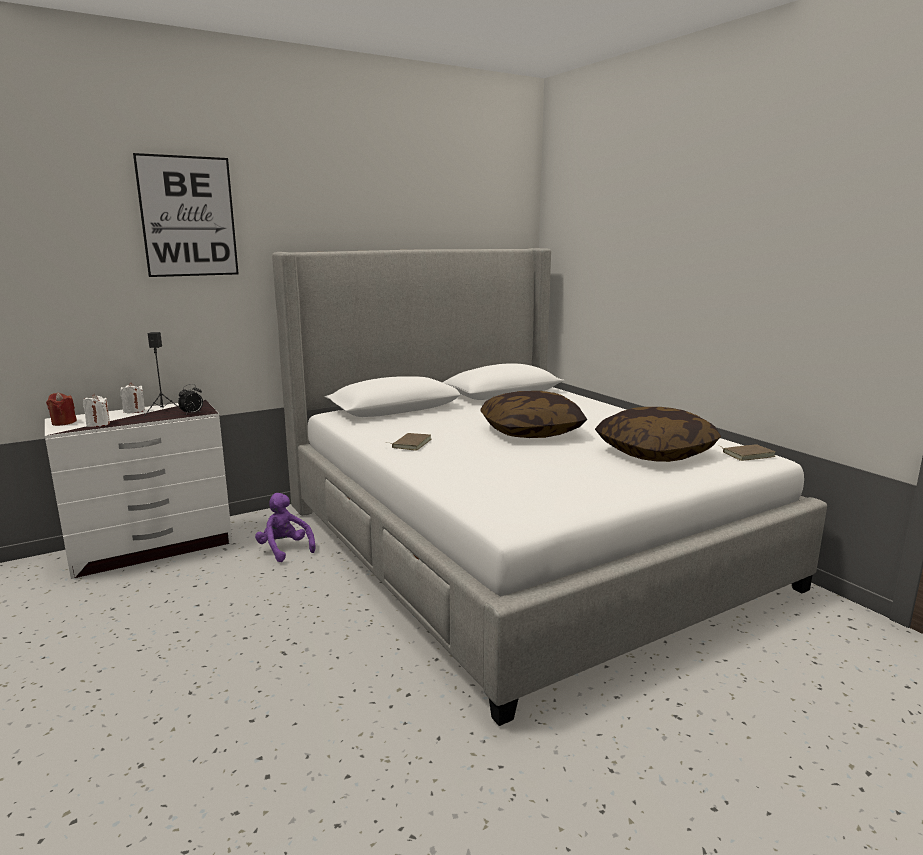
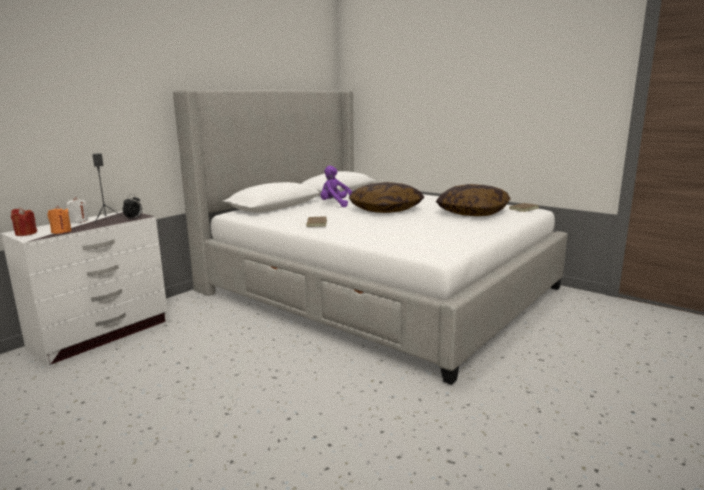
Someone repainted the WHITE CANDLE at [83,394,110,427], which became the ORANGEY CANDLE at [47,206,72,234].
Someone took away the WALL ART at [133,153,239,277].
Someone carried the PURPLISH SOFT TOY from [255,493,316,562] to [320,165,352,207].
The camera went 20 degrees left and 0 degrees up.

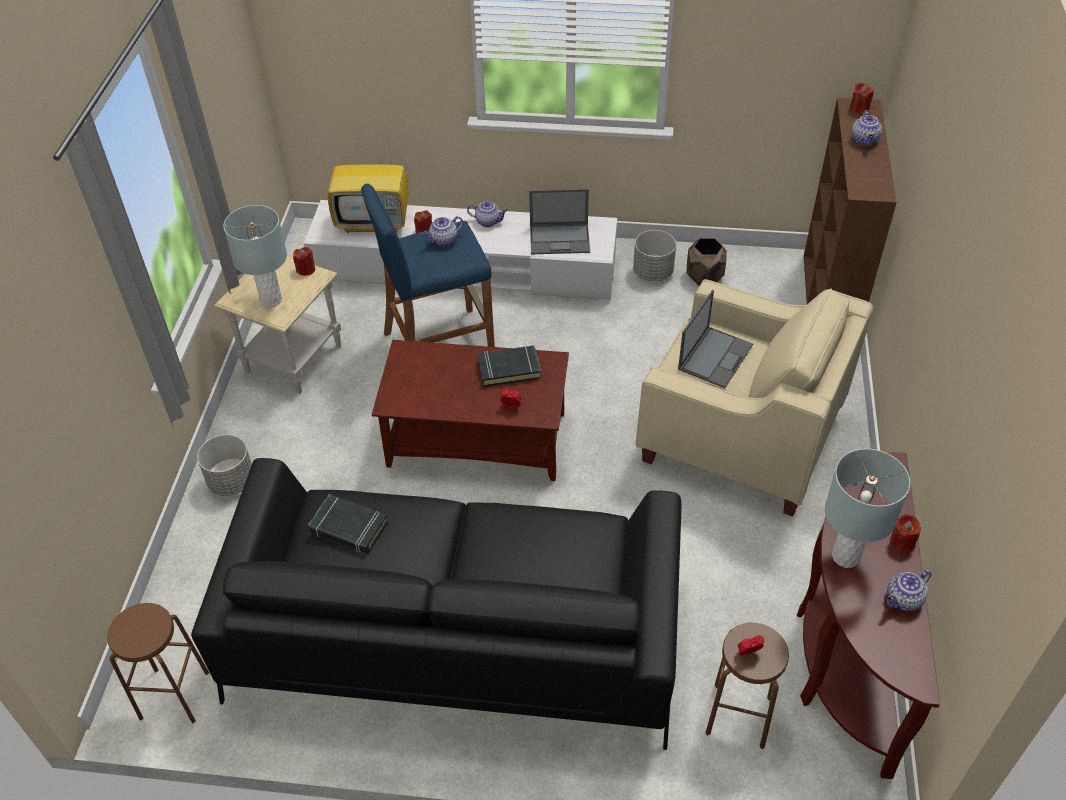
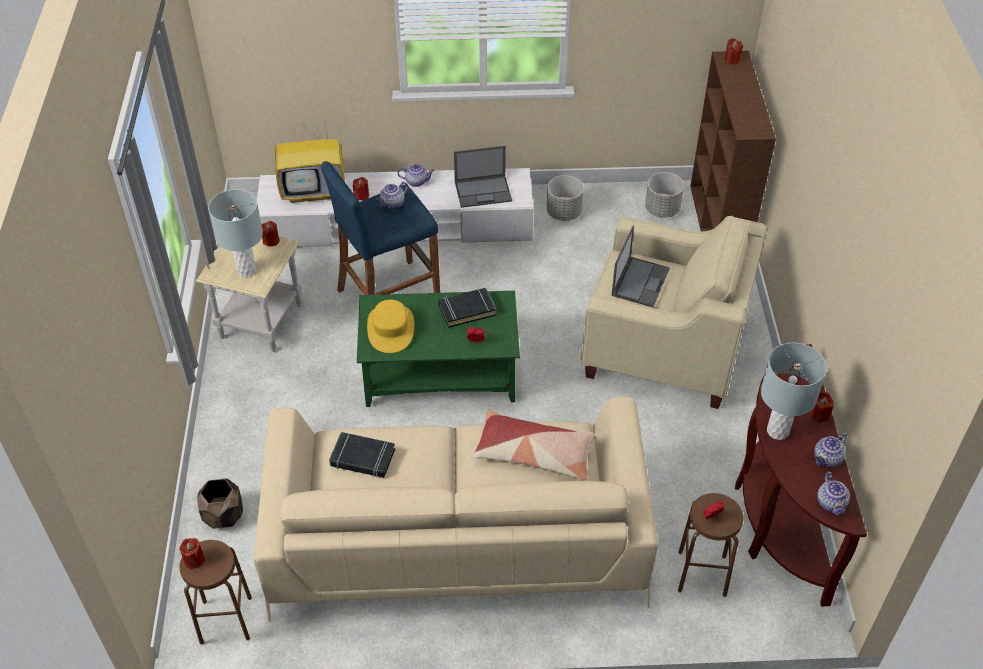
Someone repainted the BLACKISH SETTEE at [191,458,681,750], which became the SAND-COLOURED SETTEE at [254,397,658,622].
Someone carried the GREY FLOWER POT from [197,434,252,496] to [645,172,684,218].
Someone repainted the BROWNISH LOW TABLE at [371,340,569,481], which became the GREEN LOW TABLE at [357,291,520,407].
Someone carried the BROWNISH FLOWER POT from [687,238,727,286] to [197,479,243,529].
Someone carried the TEA POT from [852,110,882,146] to [817,472,850,516].
Someone put down the RED-COLOURED CANDLE at [179,538,205,569].
Someone put down the YELLOW-COLOURED WEARABLE HAT at [367,299,414,353].
Someone put down the PILLOW at [473,410,595,480].
The camera went 10 degrees left and 0 degrees up.

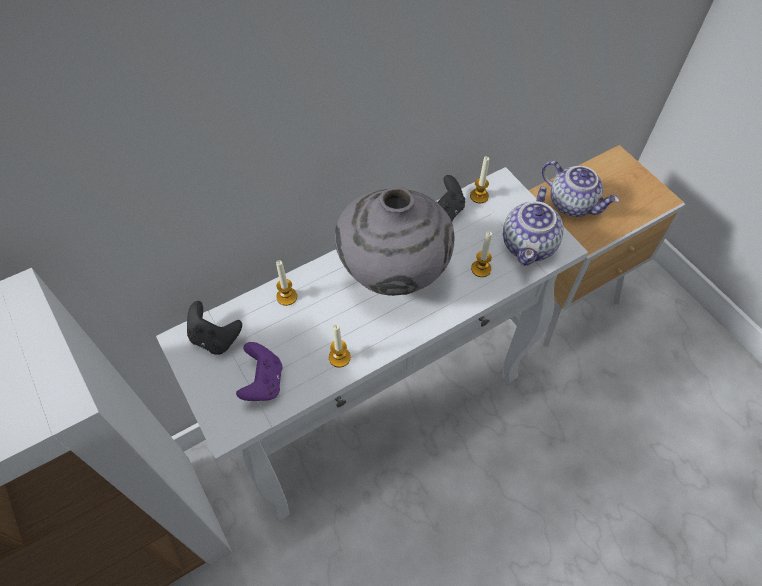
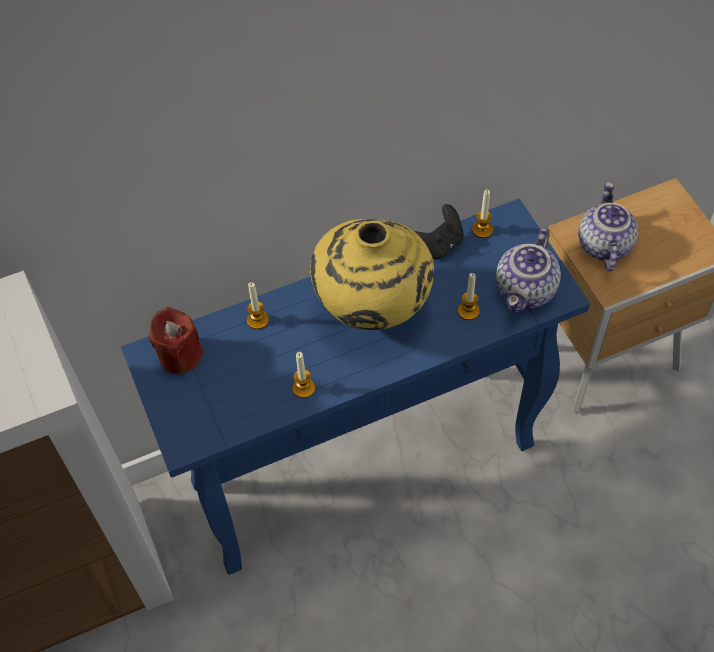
Someone repainted the WHITE HALL TABLE at [156,167,588,521], which became the BLUE-COLOURED HALL TABLE at [121,199,590,575].
Someone swapped the BLACKISH GAMEPAD at [187,301,242,355] for the RED-COLOURED CANDLE at [149,307,203,374].
Someone took away the PURPLISH GAMEPAD at [236,342,283,401].
Someone repainted the GREY FLOWER VASE at [335,187,454,296], which became the YELLOW-COLOURED FLOWER VASE at [310,219,434,330].
Someone rotated the TEA POT at [541,161,619,217] by 135 degrees counterclockwise.
The camera went 10 degrees right and 0 degrees up.

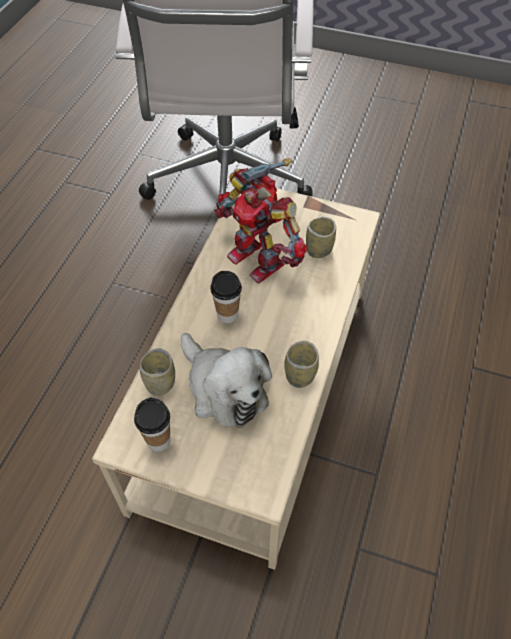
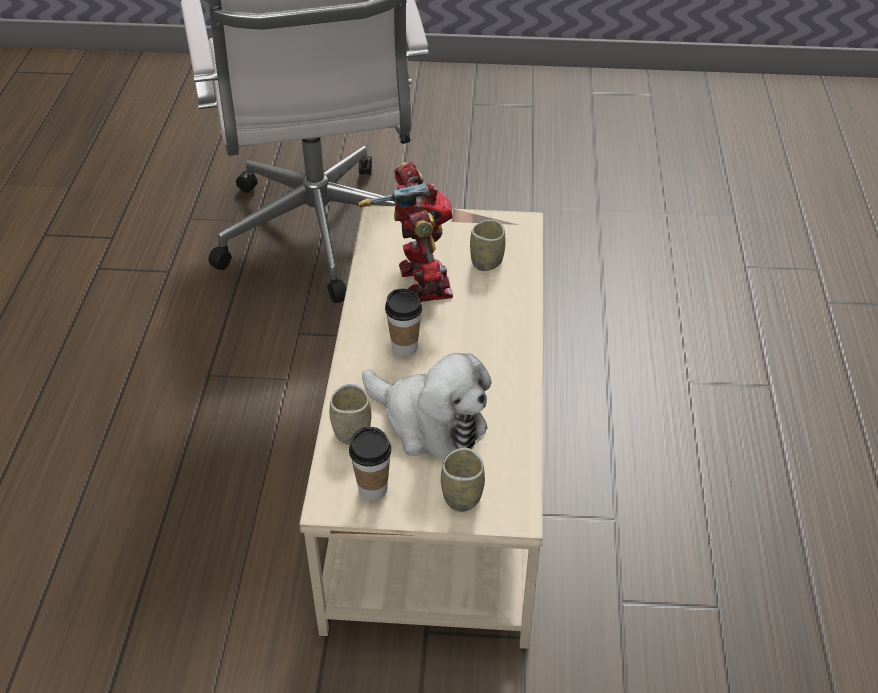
Someone rotated the MODEL ROBOT at [214,158,307,283] by 135 degrees counterclockwise.
Someone carried the DRINKING CUP from [284,341,319,388] to [441,448,485,512].
The camera went 15 degrees left and 10 degrees down.

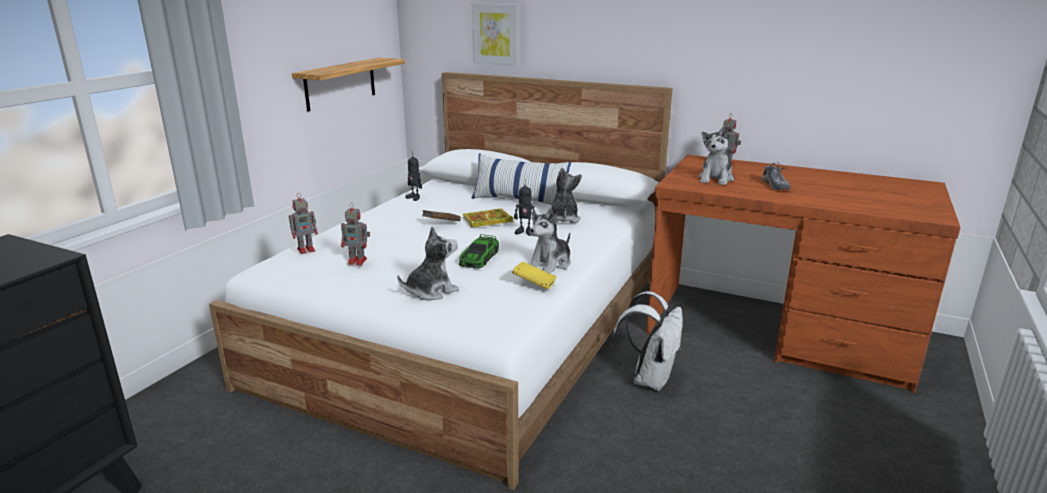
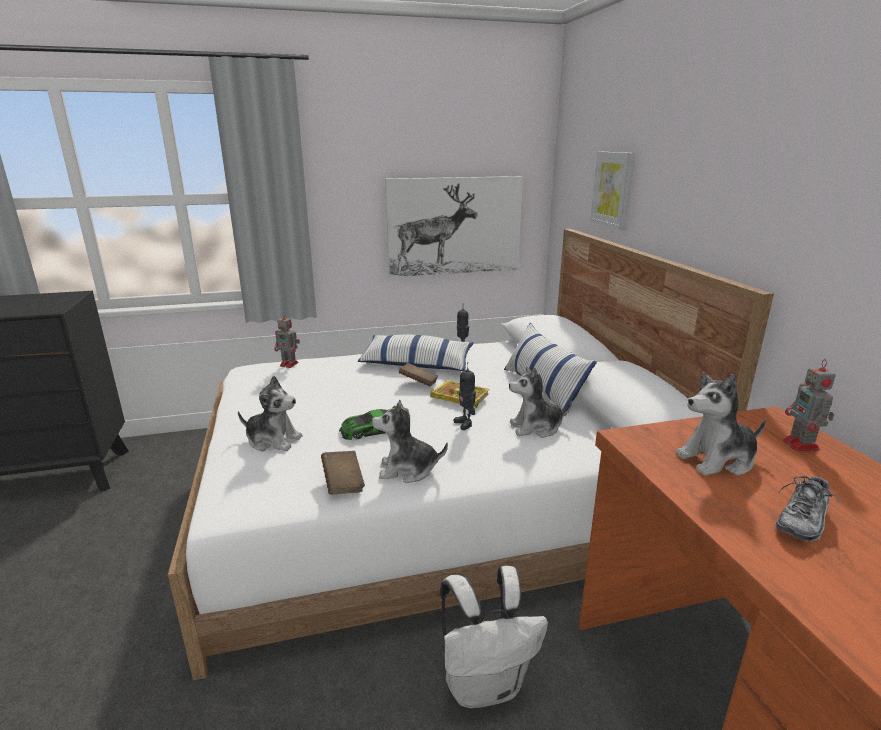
Someone swapped the WALL SHELF at [292,58,405,112] for the WALL ART at [385,176,523,277].
Someone took away the MODEL ROBOT at [341,203,370,265].
Someone repainted the YELLOW-COLOURED BOUND BOOK at [512,261,557,290], which became the BROWNISH BOUND BOOK at [321,451,365,494].
Someone rotated the SOFT TOY at [551,168,582,223] by 150 degrees counterclockwise.
Someone put down the PILLOW at [358,334,474,371].
The camera went 50 degrees right and 0 degrees up.

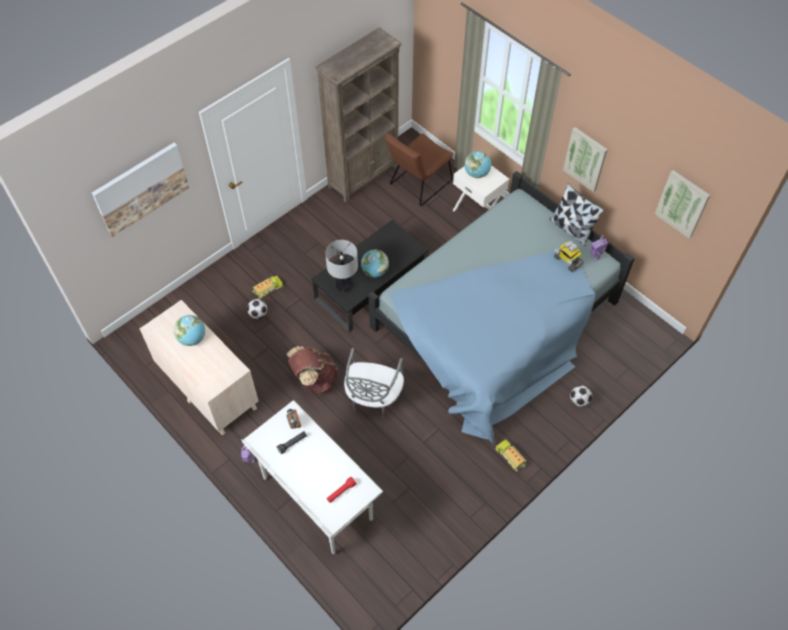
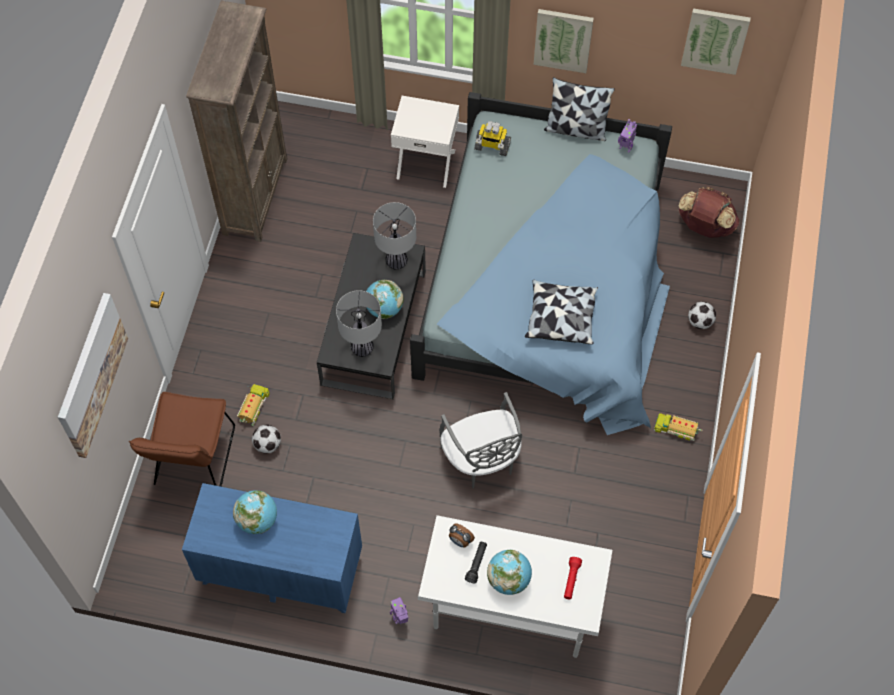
Someone repainted the SAND-COLOURED DRAWER CHEST at [140,300,258,435], which became the BLUE-COLOURED DRAWER CHEST at [182,483,362,613].
Someone carried the BROWNISH RUCKSACK from [286,346,338,394] to [679,186,740,238].
Someone carried the BROWNISH UPRIGHT CHAIR from [385,133,453,206] to [129,392,235,487].
Someone carried the GLOBE from [464,151,491,178] to [487,550,532,595].
Someone carried the MODEL ROBOT from [554,241,583,272] to [474,121,511,156].
Someone put down the LAMP FOR A TABLE at [373,202,416,270].
Someone put down the PILLOW at [525,280,598,345].
The camera went 35 degrees left and 5 degrees up.

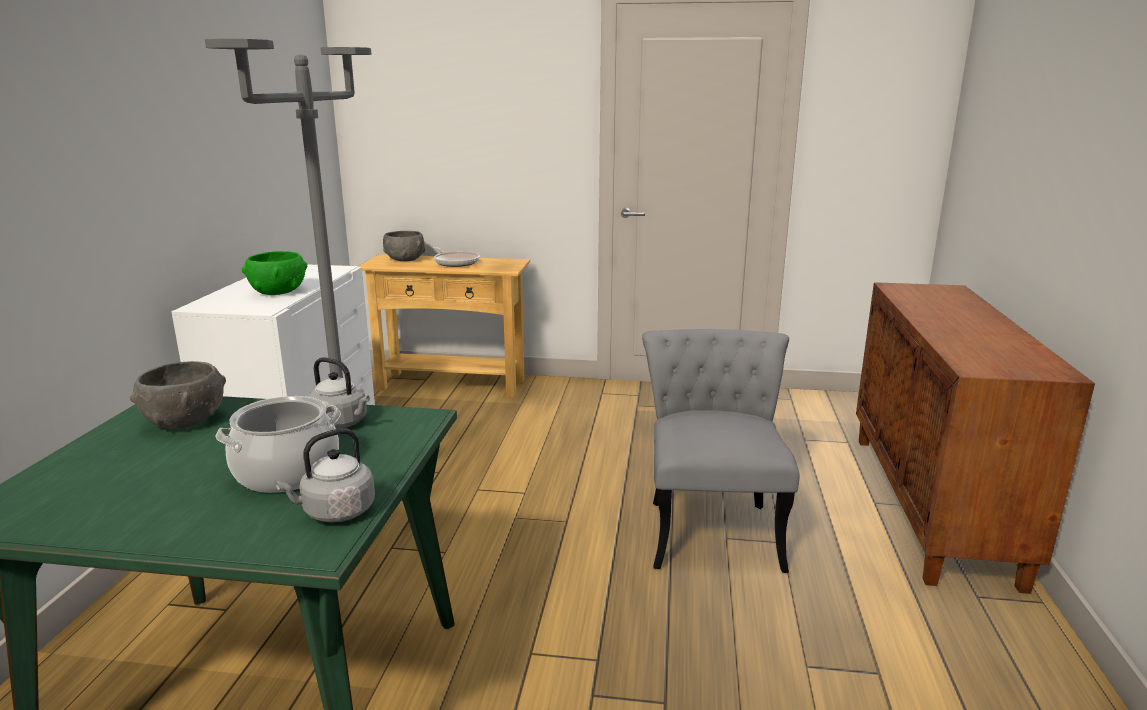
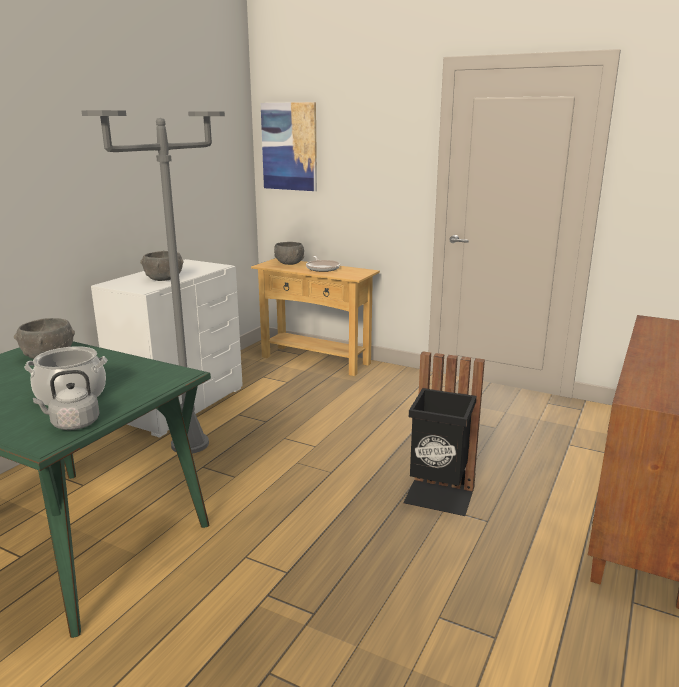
Someone repainted the GREEN SERVING BOWL at [242,251,307,295], which became the GREY SERVING BOWL at [140,251,184,281].
Someone took away the GREY TEA KETTLE at [308,357,370,429].
Someone swapped the GREY UPRIGHT CHAIR at [642,329,800,573] for the BLACKISH WASTE BIN at [403,351,485,516].
Someone put up the WALL ART at [261,102,317,191].
The camera went 20 degrees right and 0 degrees up.

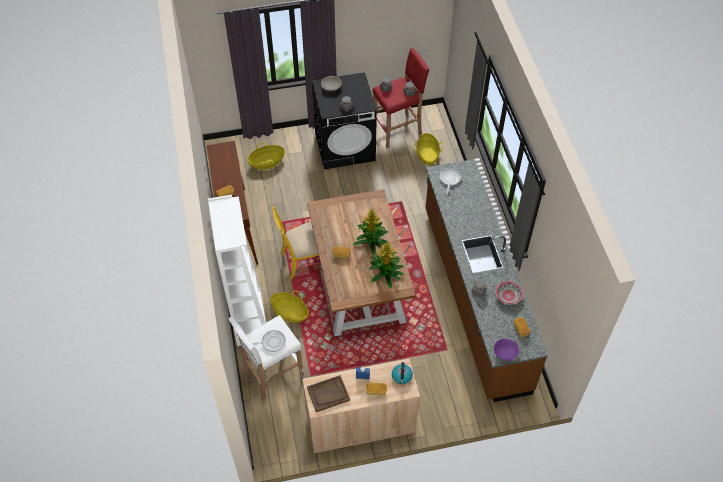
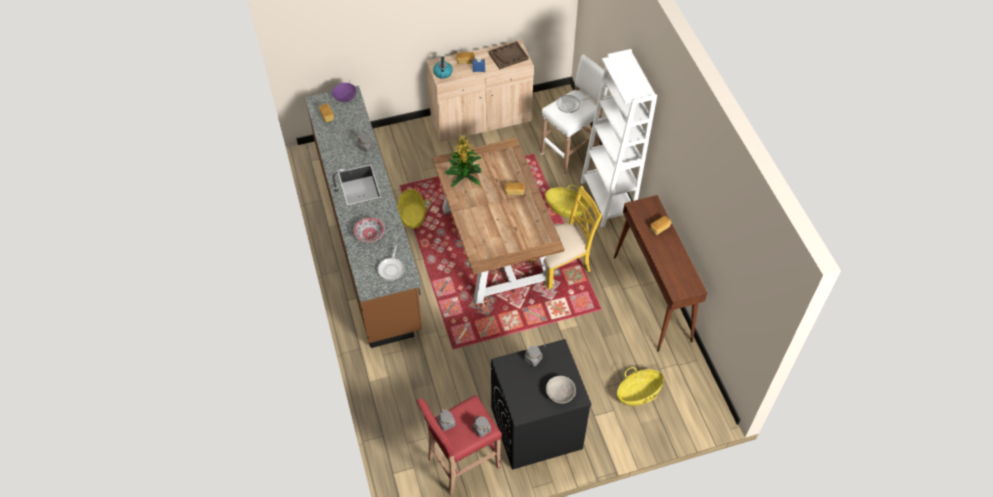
Someone took away the POTTED PLANT at [353,208,389,255].
Someone carried the BASKET from [413,133,443,165] to [396,189,429,228].
Someone carried the SERVING BOWL from [496,281,523,304] to [354,217,384,242].
The camera went 175 degrees right and 0 degrees up.

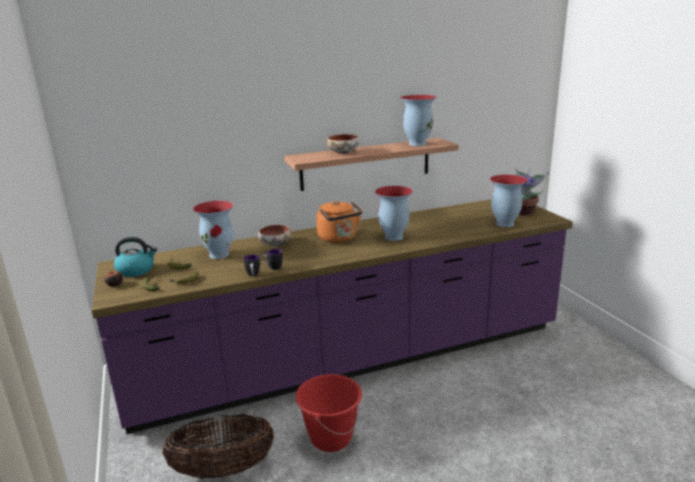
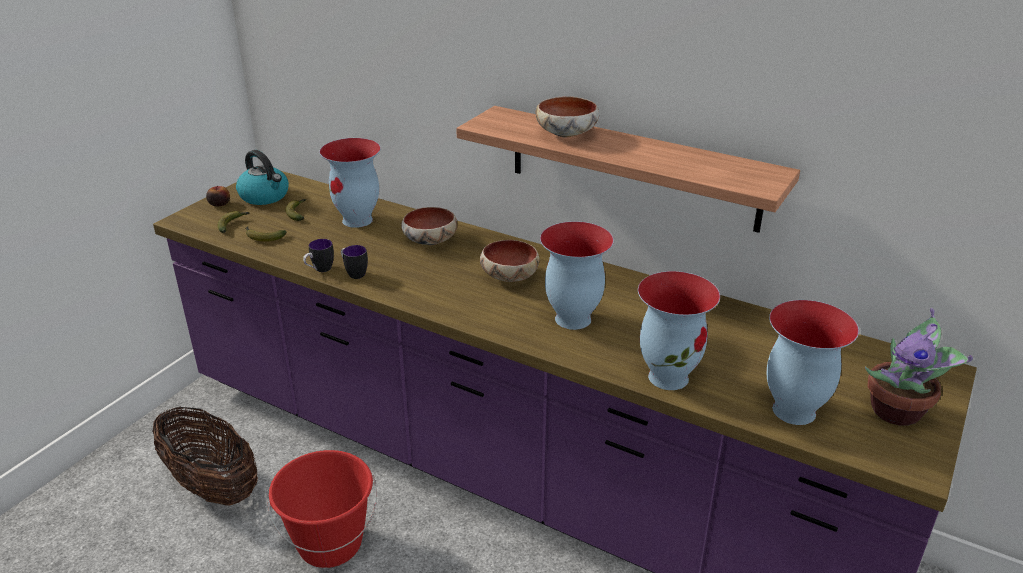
Someone swapped the ORANGEY TEA KETTLE at [316,201,362,243] for the SERVING BOWL at [480,240,539,282].
Someone carried the FLOWER VASE from [400,95,436,146] to [638,271,720,390].
The camera went 50 degrees right and 10 degrees up.

